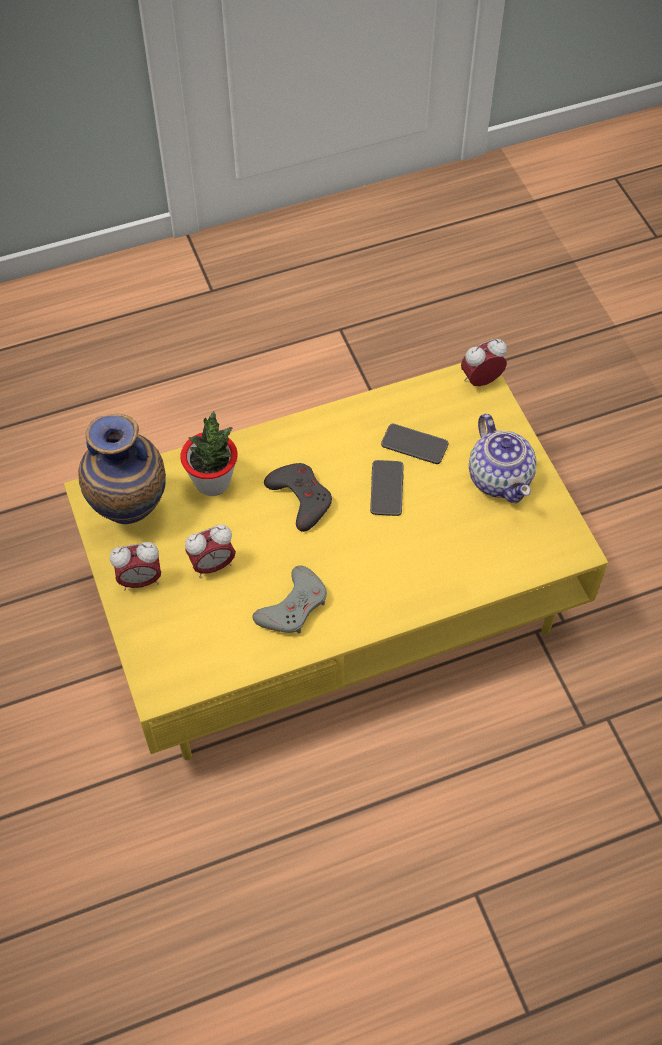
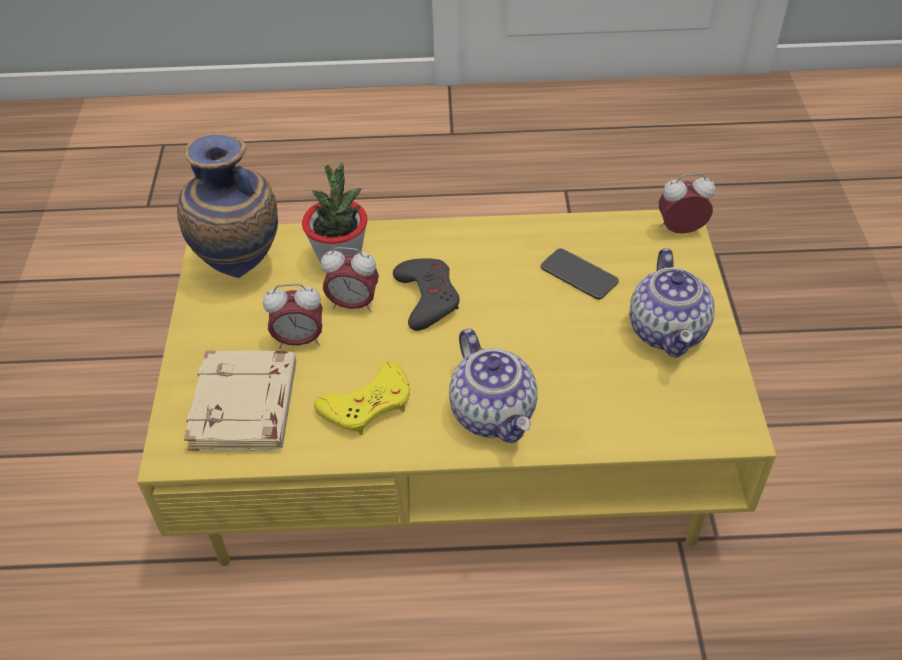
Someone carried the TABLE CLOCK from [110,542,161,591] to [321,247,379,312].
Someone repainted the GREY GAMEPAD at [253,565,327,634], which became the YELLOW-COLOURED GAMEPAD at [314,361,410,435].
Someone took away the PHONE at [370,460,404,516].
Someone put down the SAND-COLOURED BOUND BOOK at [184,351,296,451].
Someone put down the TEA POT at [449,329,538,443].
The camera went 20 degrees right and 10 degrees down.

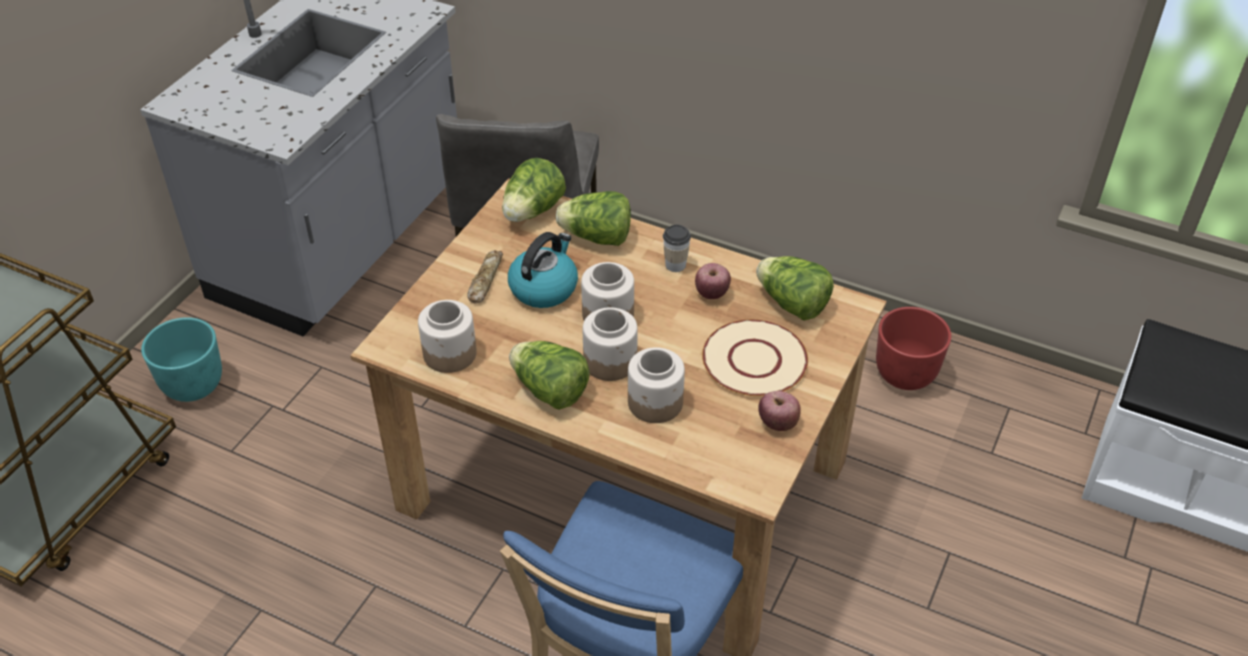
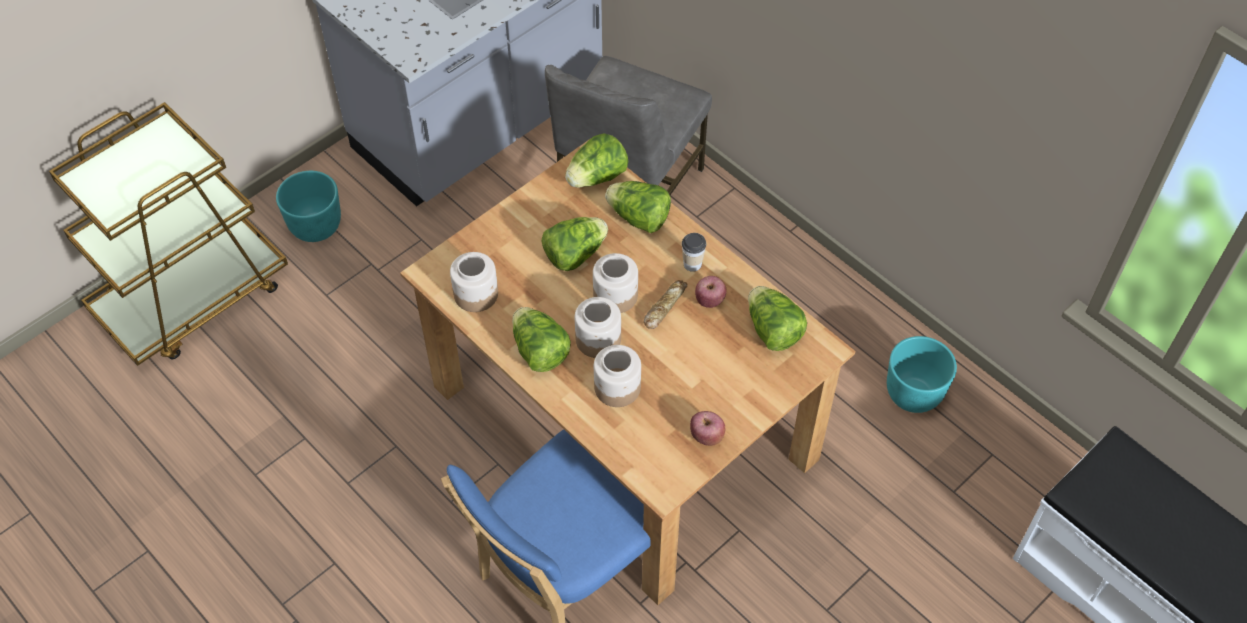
Someone carried the BAKED BREAD from [467,250,503,304] to [644,280,687,329].
Someone swapped the TEA KETTLE at [508,232,578,308] for the HEAD OF LETTUCE at [542,217,608,271].
Someone took away the SAND-COLOURED DINNER PLATE at [702,319,808,396].
Someone repainted the RED-COLOURED FLOWER POT at [876,307,951,390], which became the TURQUOISE-COLOURED FLOWER POT at [887,336,957,413].
The camera went 20 degrees right and 10 degrees up.

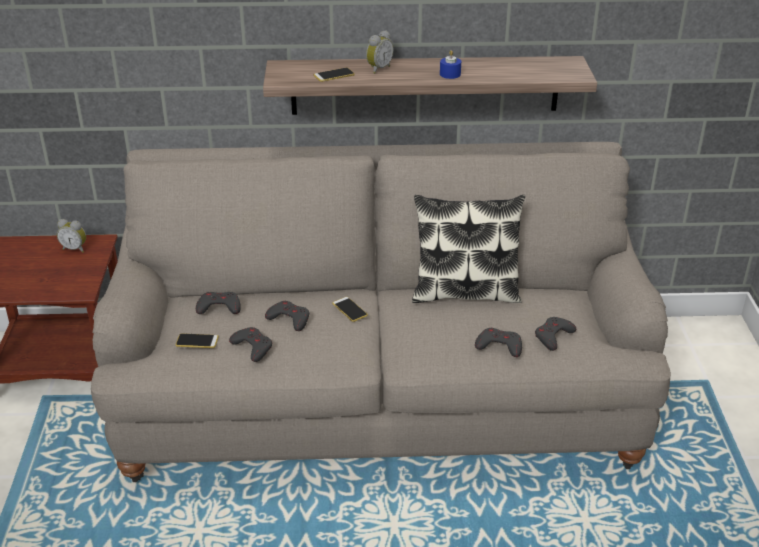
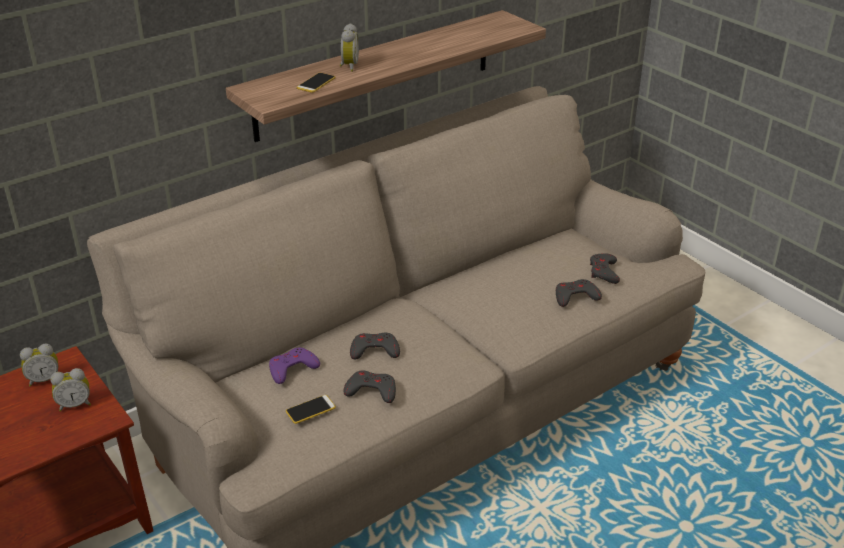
Someone repainted the GREY GAMEPAD at [196,292,241,314], which became the PURPLISH GAMEPAD at [269,348,320,384].
Someone took away the PHONE at [332,297,368,322].
Someone took away the PILLOW at [412,195,525,303].
Someone took away the BLUE-COLOURED CANDLE at [440,50,461,79].
Someone put down the TABLE CLOCK at [50,368,91,412].
The camera went 35 degrees left and 0 degrees up.

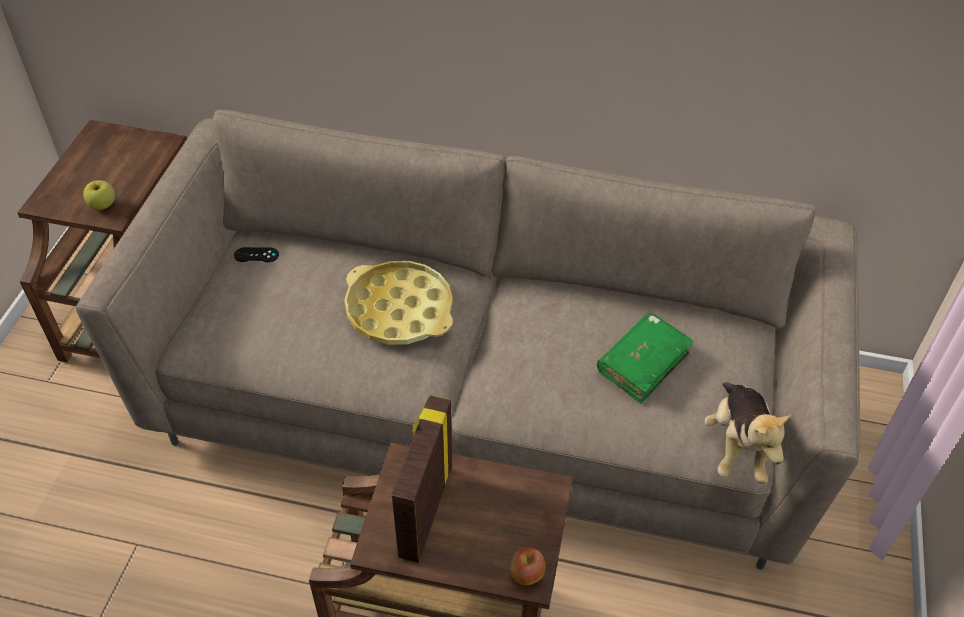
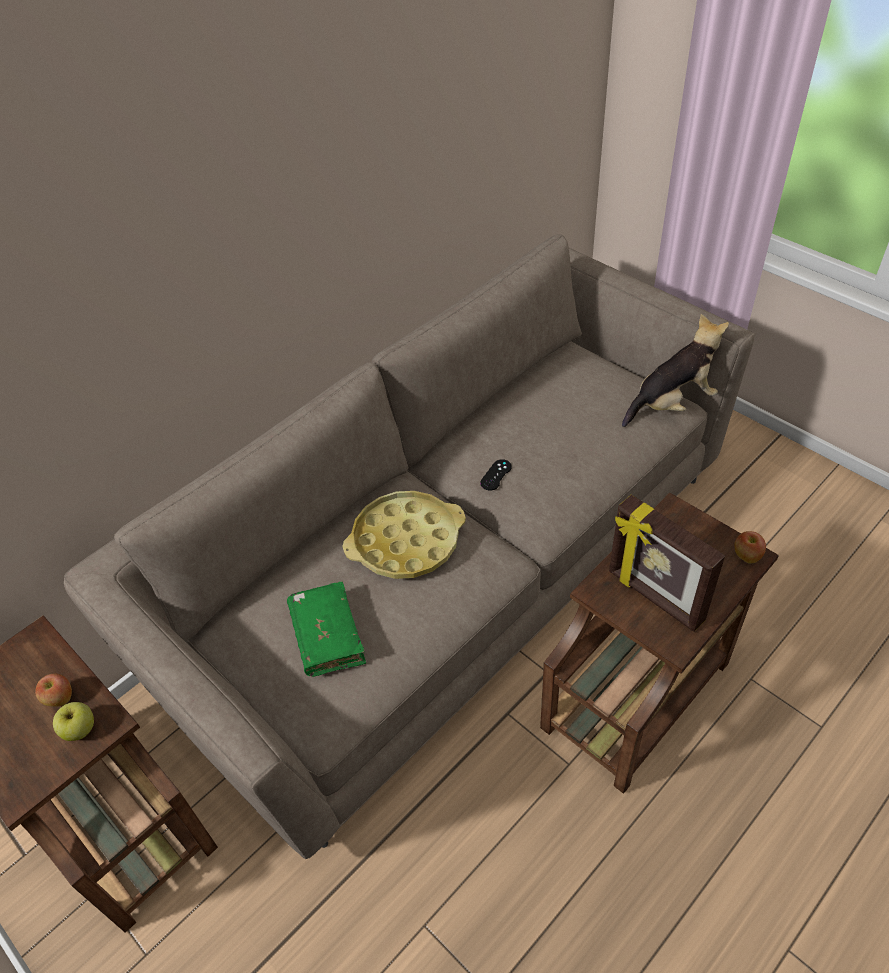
Someone carried the BLACKISH GAMEPAD from [234,247,279,262] to [480,459,512,491].
Someone carried the GREEN BOUND BOOK from [597,313,694,404] to [287,581,366,677].
Someone rotated the SOFT TOY at [704,382,791,484] by 60 degrees counterclockwise.
Someone put down the APPLE at [35,674,72,707].
The camera went 55 degrees left and 0 degrees up.

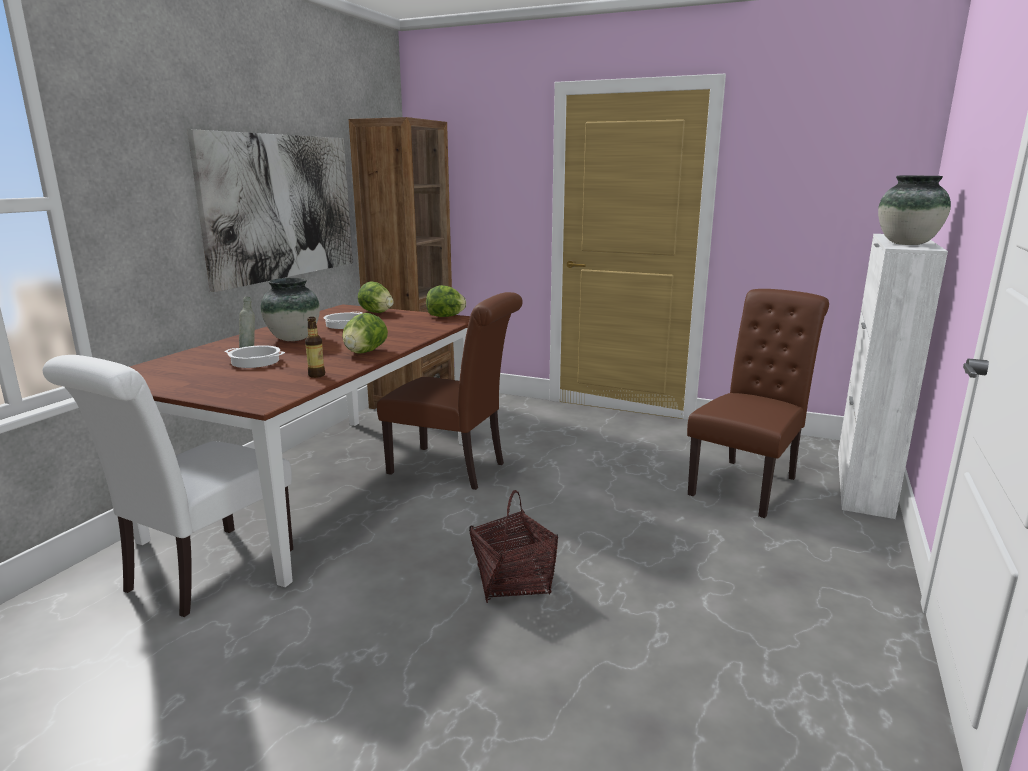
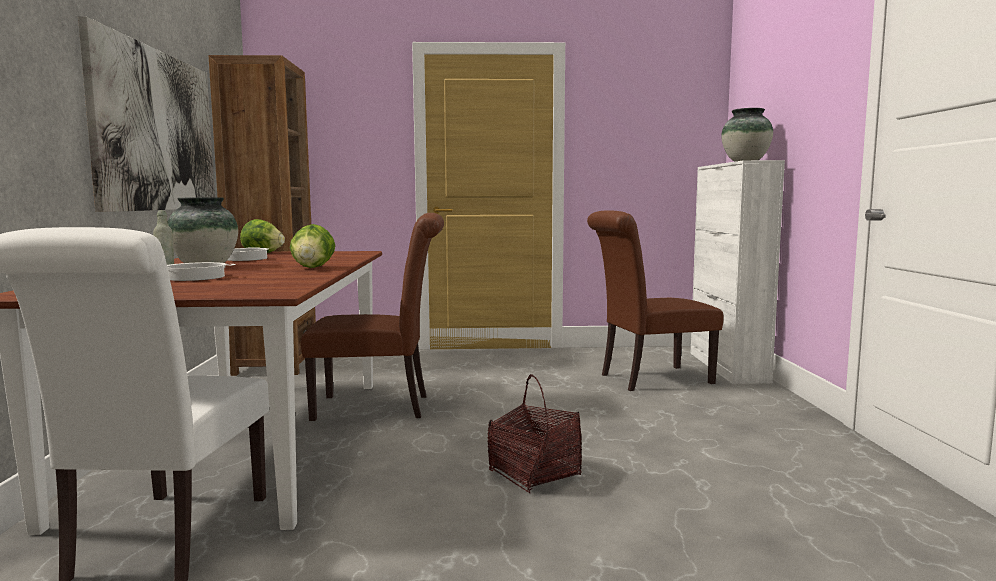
Someone took away the DRINK BOTTLE at [305,317,325,378].
Someone took away the HEAD OF LETTUCE at [426,285,466,317].
Someone rotated the BROWNISH UPRIGHT CHAIR at [687,289,829,518] by 120 degrees counterclockwise.
The camera went 25 degrees left and 10 degrees down.

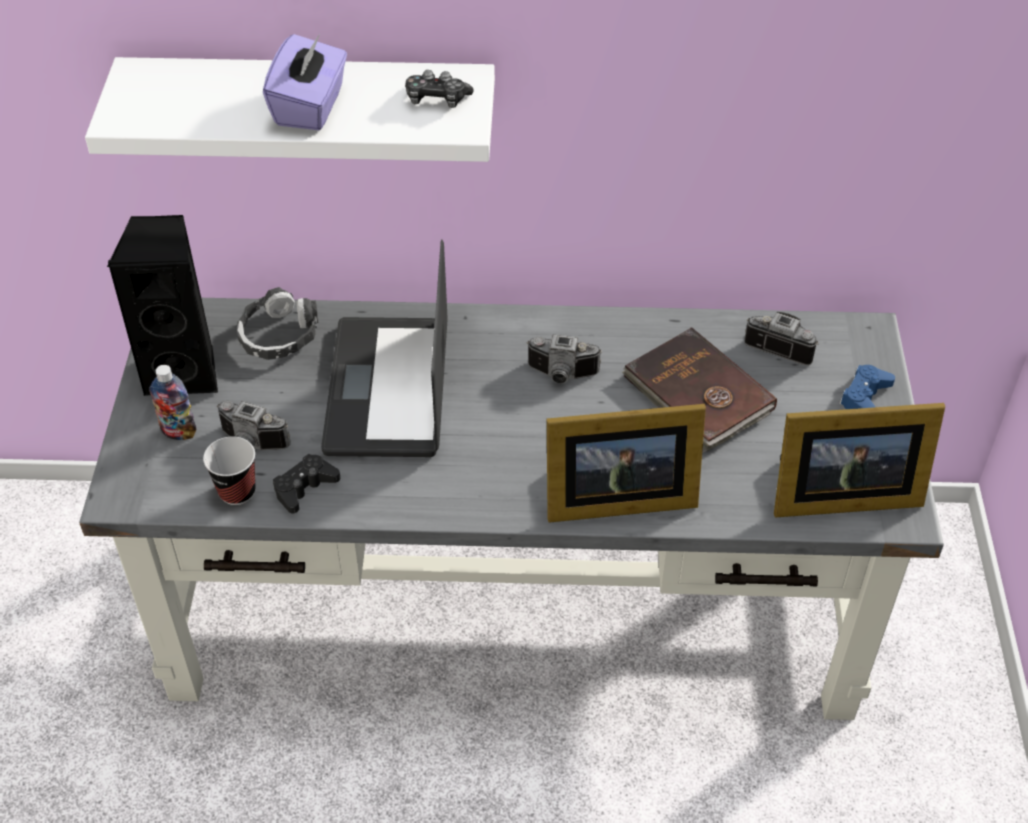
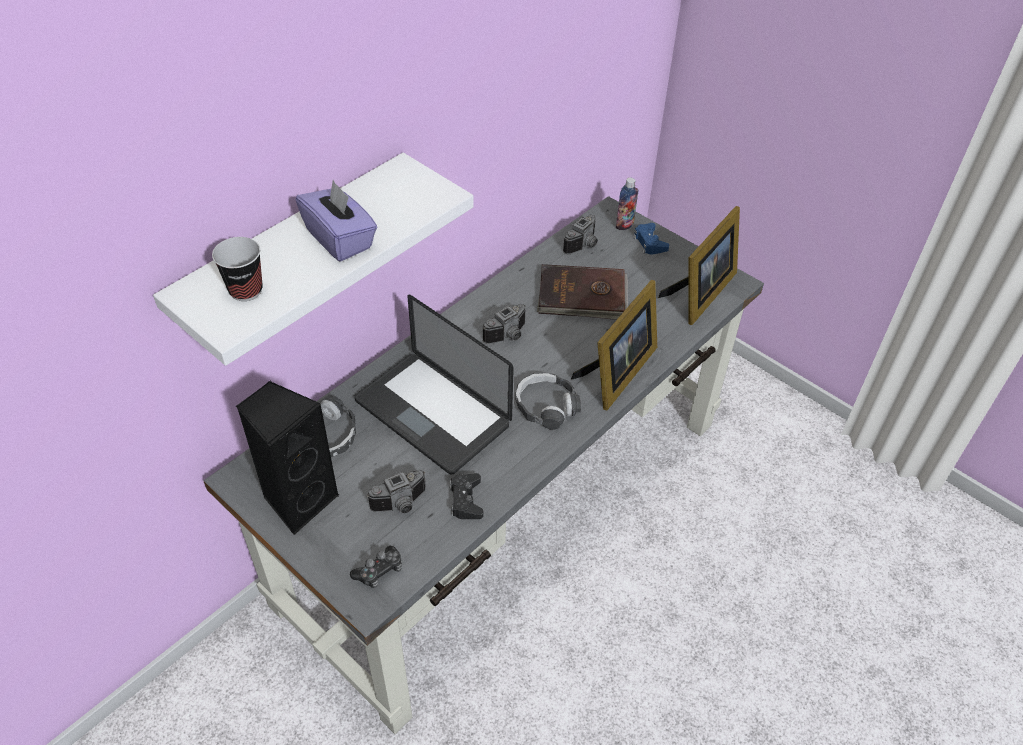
Someone carried the DRINK BOTTLE from [149,365,196,440] to [616,178,639,230].
Someone carried the DRINKING CUP from [203,437,256,505] to [212,237,263,301].
Someone carried the GAMEPAD from [405,70,474,108] to [350,546,402,588].
Someone rotated the PHOTO CAMERA at [744,312,819,366] by 150 degrees clockwise.
Someone put down the HEADSET at [515,372,581,430].
The camera went 50 degrees left and 0 degrees up.

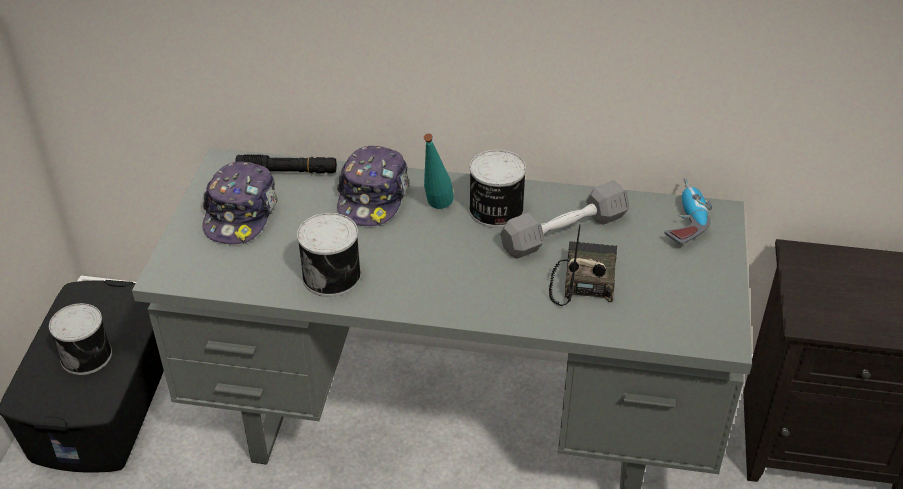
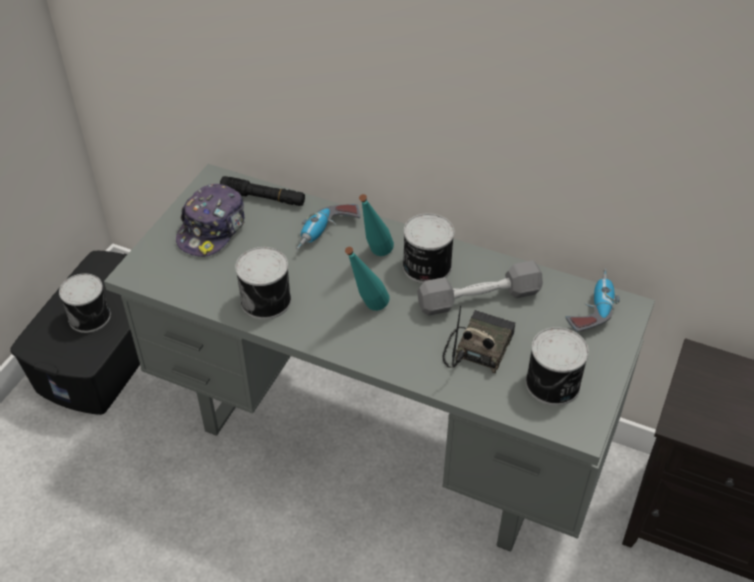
Someone swapped the PEAKED CAP at [337,146,410,226] for the DRILL at [296,204,360,250].
Someone put down the TURQUOISE-COLOURED DRINK BOTTLE at [345,247,390,311].
Someone put down the SEALED CAN at [525,327,589,406].
The camera went 15 degrees right and 5 degrees up.

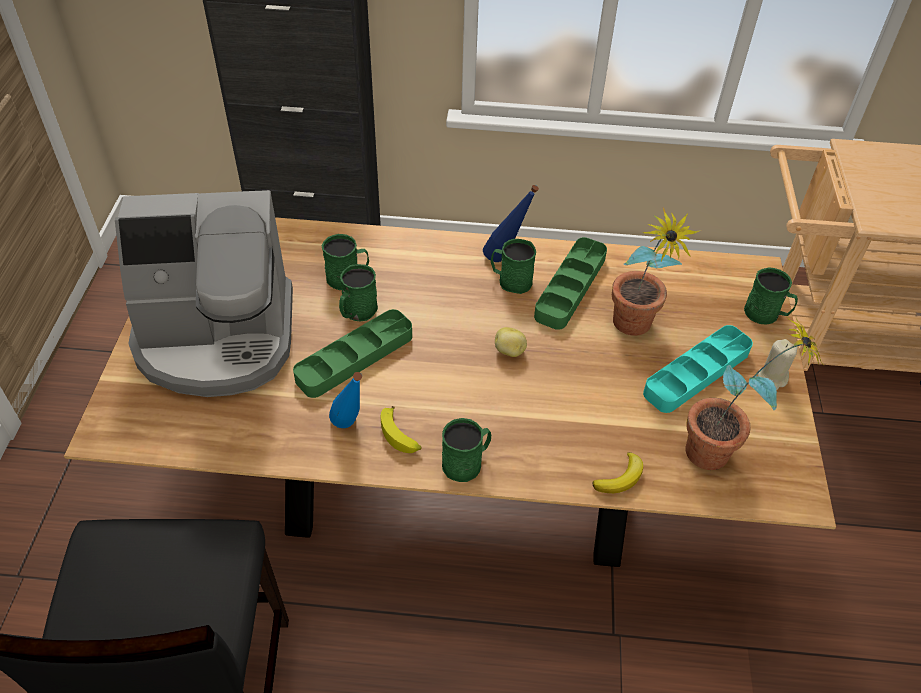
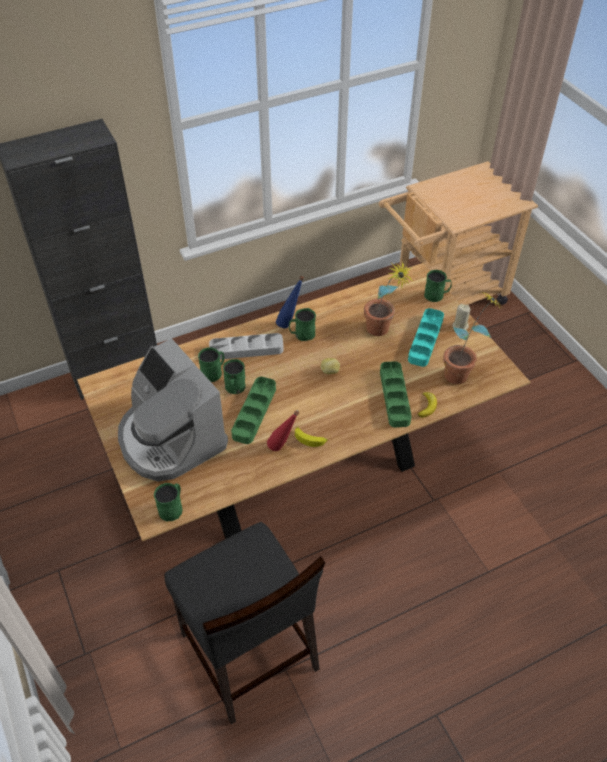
Someone rotated the COFFEE BREWER at [115,190,293,397] by 90 degrees clockwise.
Someone repainted the BLUE-COLOURED DRINK BOTTLE at [329,372,362,428], which became the RED-COLOURED DRINK BOTTLE at [267,410,299,451].
Someone carried the GREEN TEA MUG from [442,418,491,482] to [154,483,183,521].
Someone carried the GREEN TRAY from [534,237,607,330] to [380,361,412,427].
Someone put down the GREY TRAY at [209,333,284,360].
The camera went 30 degrees left and 0 degrees up.

